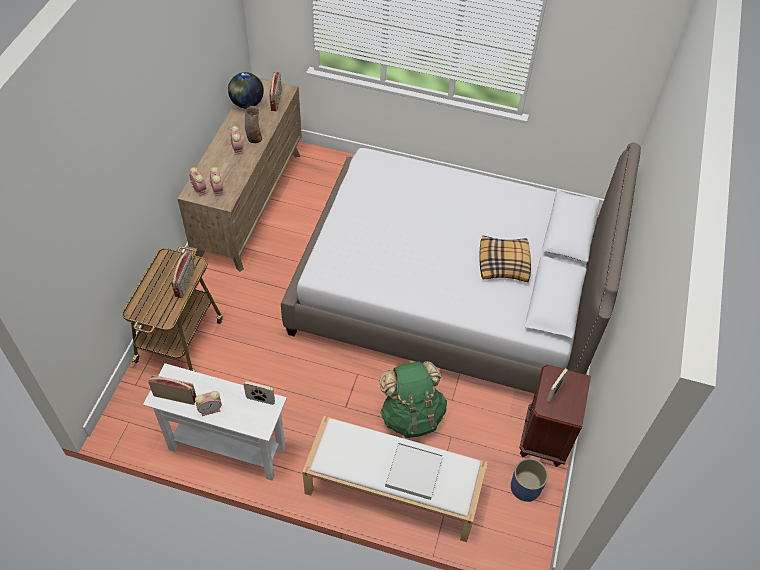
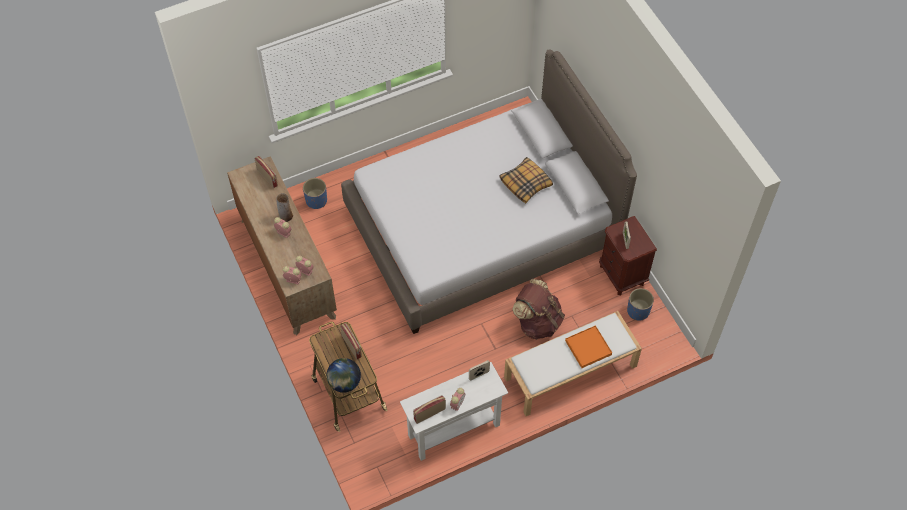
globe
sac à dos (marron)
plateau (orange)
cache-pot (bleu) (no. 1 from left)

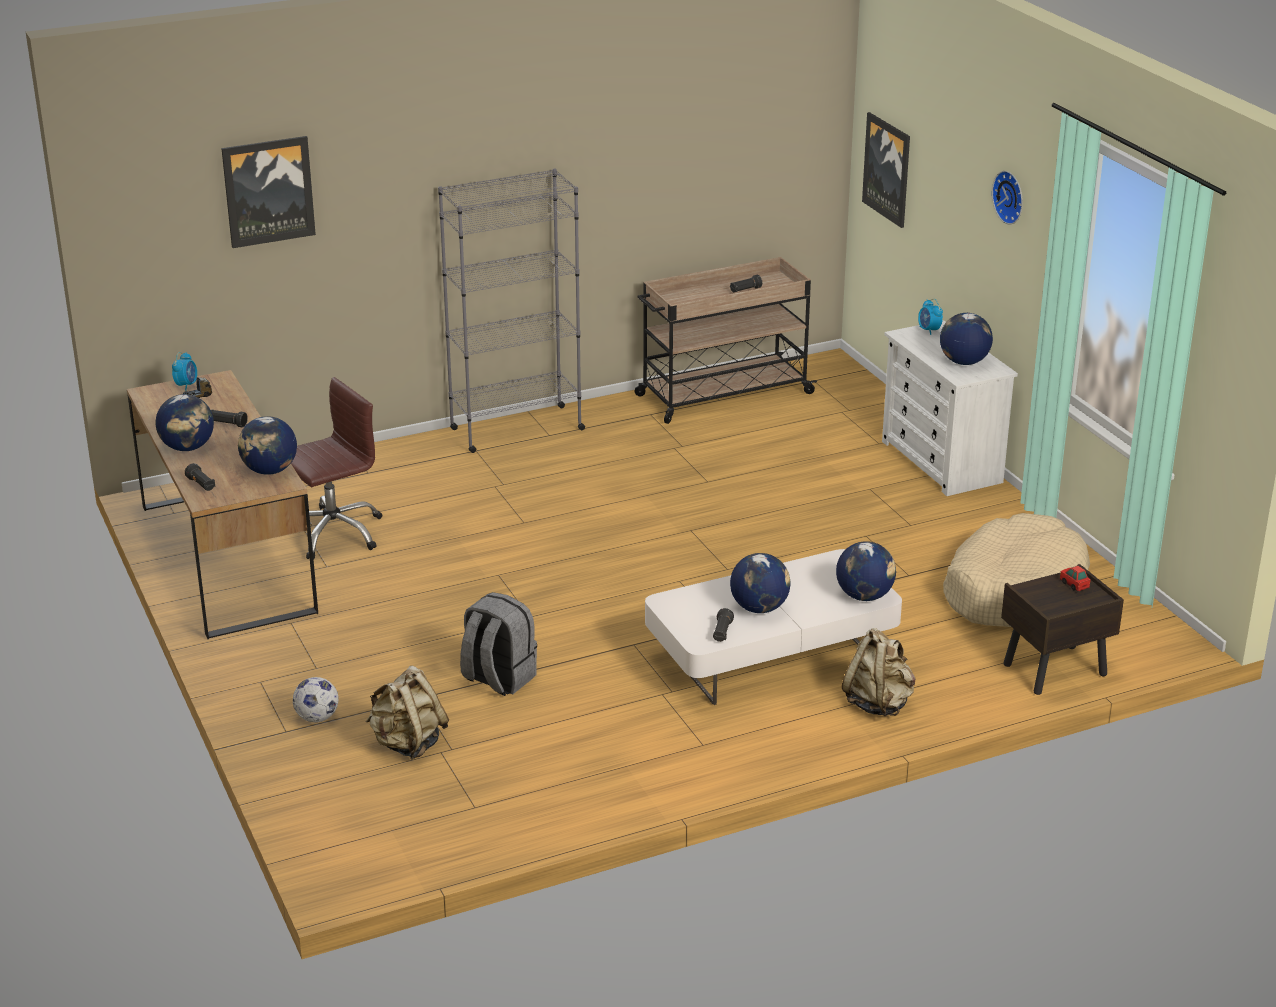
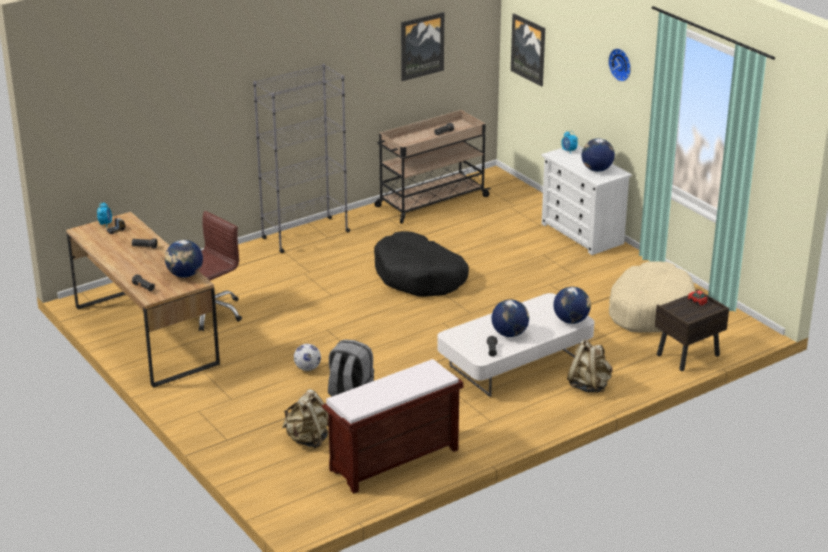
tableau (no. 1 from left)
globe (no. 1 from left in the first image)
ballon de foot
panier pour chien (noir)
banc (marron)

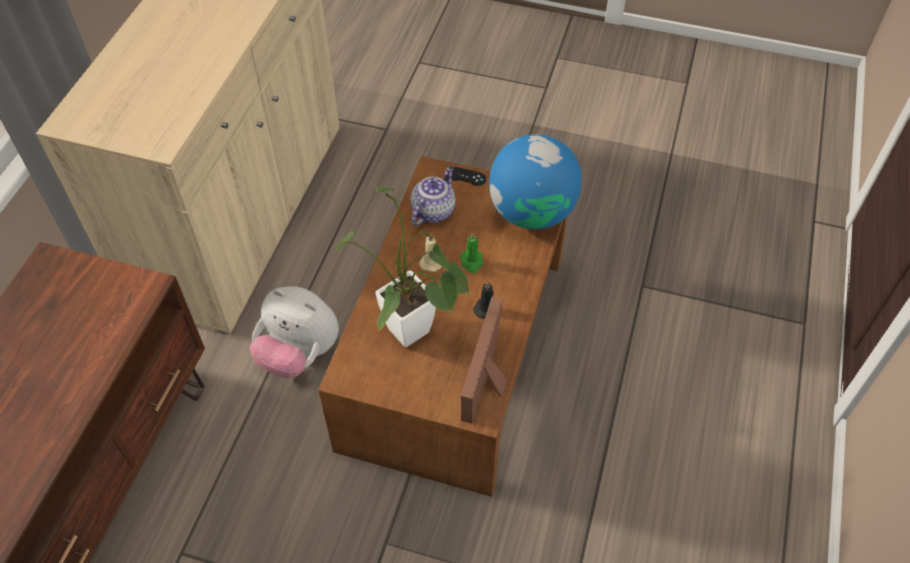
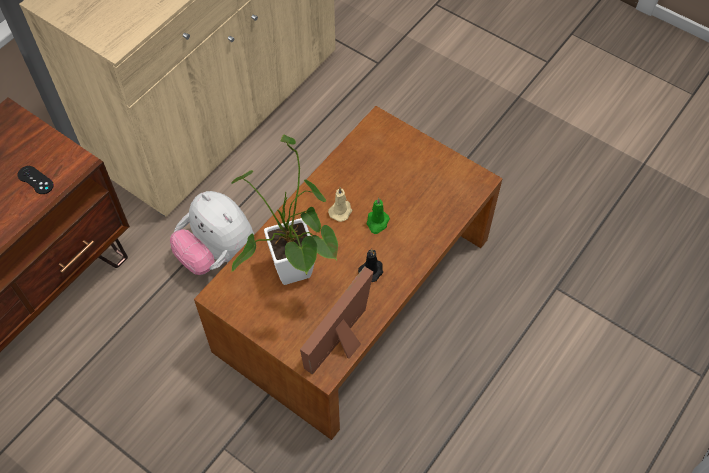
globe
théière
manette (noir)

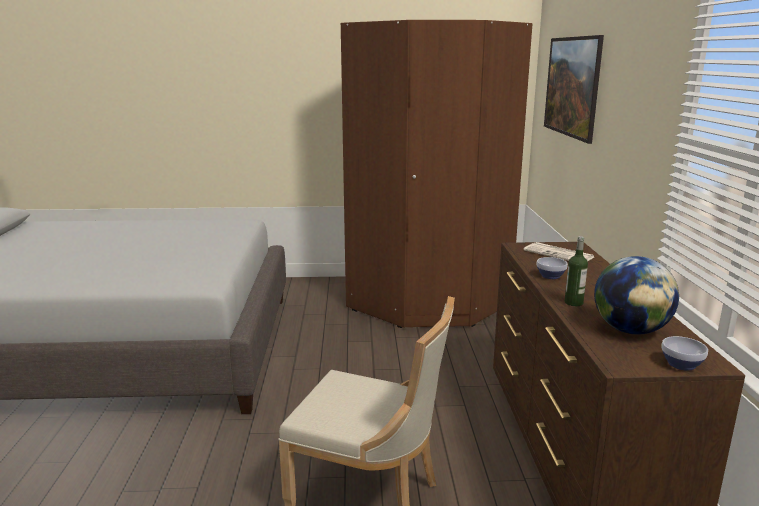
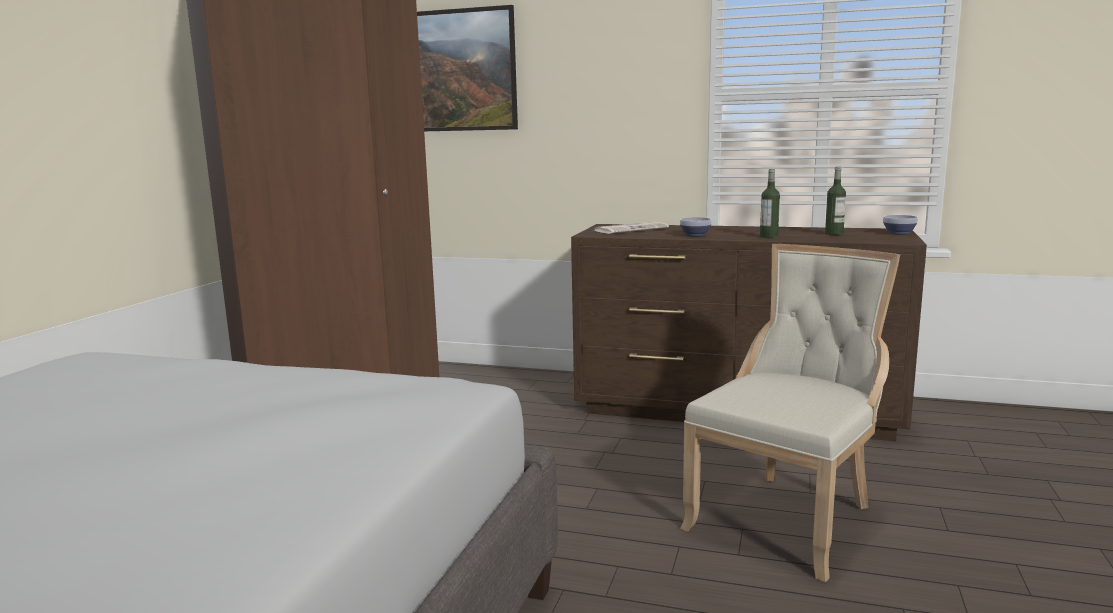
bouteille (no. 2 from left)

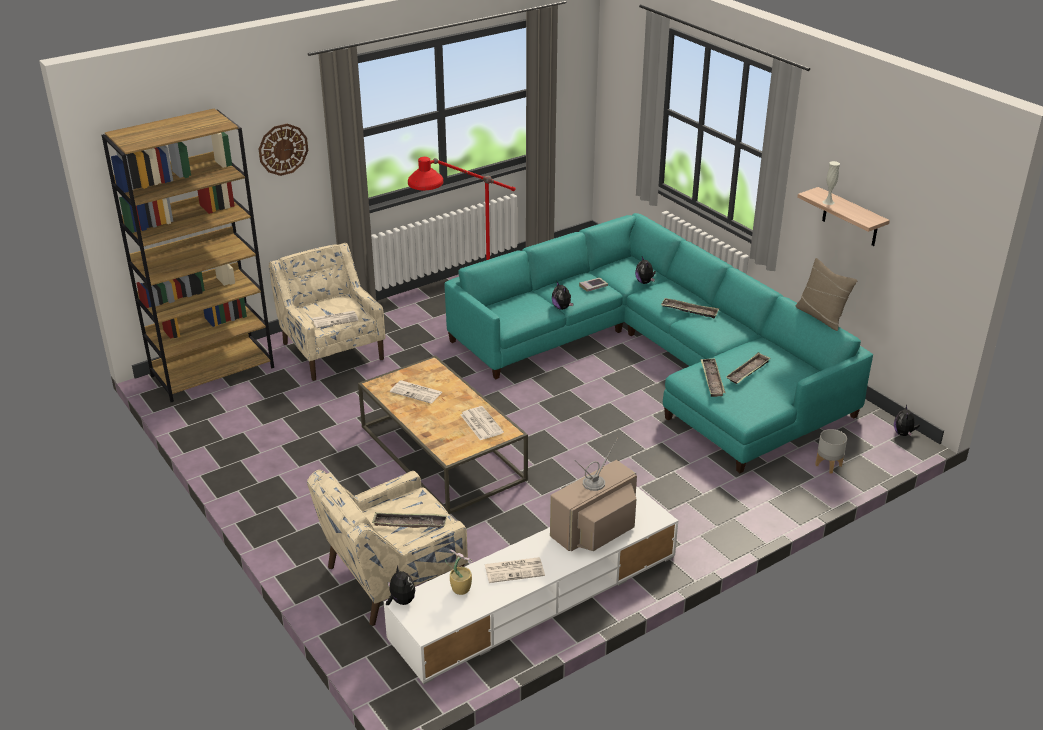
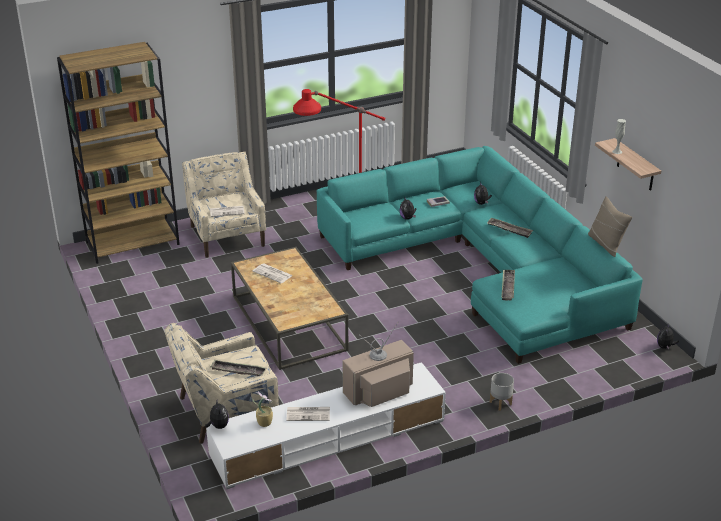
horloge murale
plateau (no. 4 from left in the first image)
journal (no. 3 from left in the first image)
cache-pot (gris)

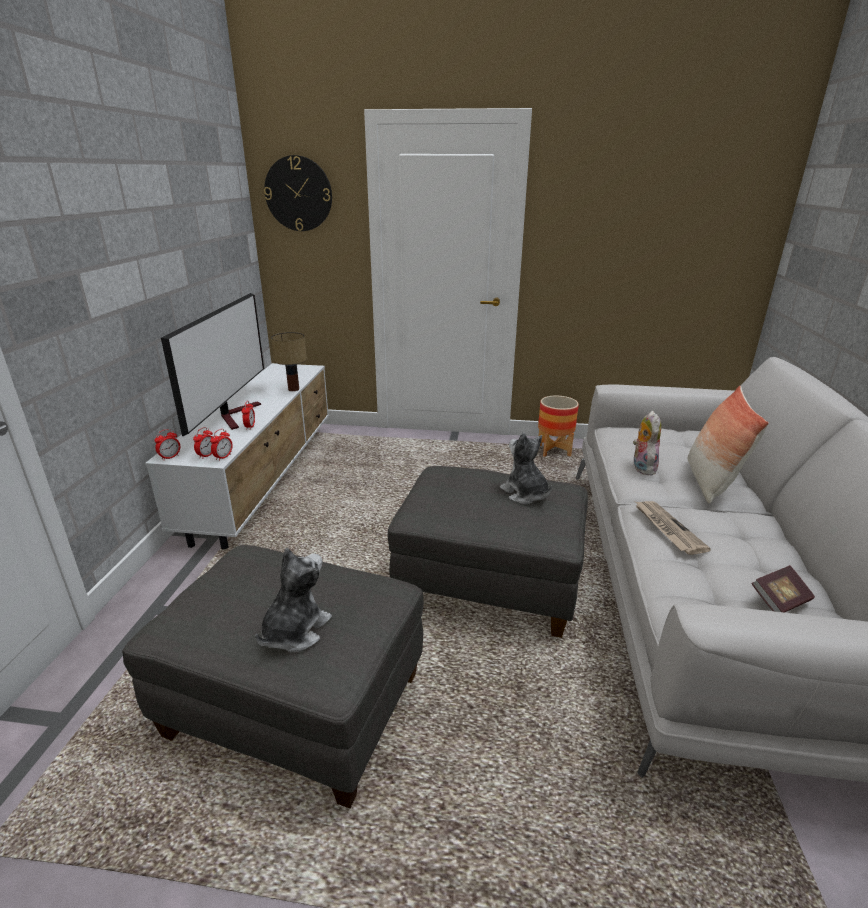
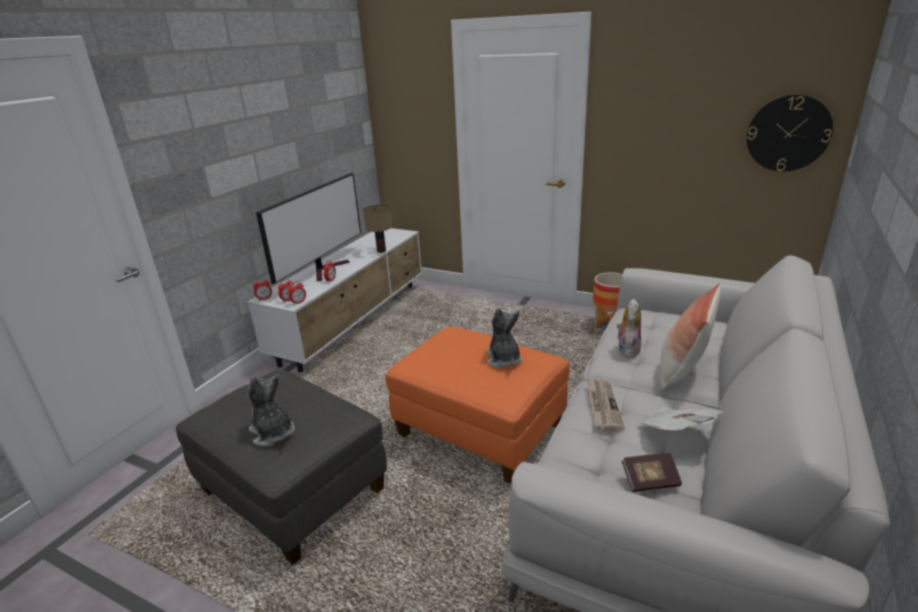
horloge murale
pouf (orange)
peluche (no. 1 from left)
journal (no. 2 from left)

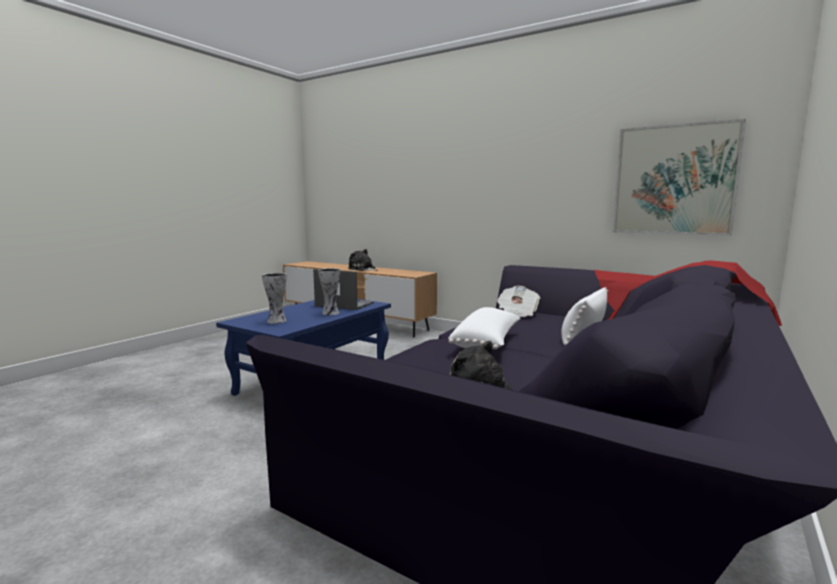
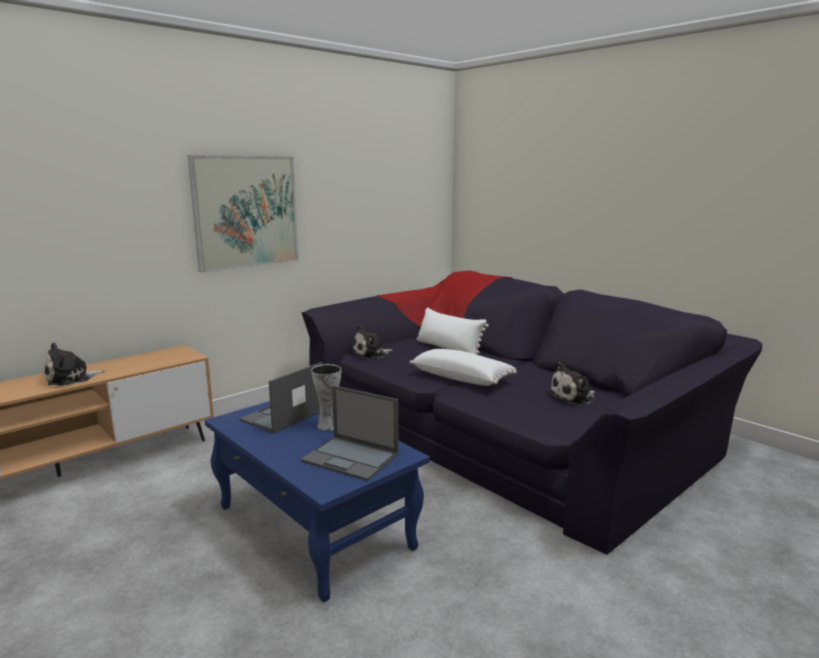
tableau
ordinateur portable (no. 2 from left)
peluche (no. 2 from left)

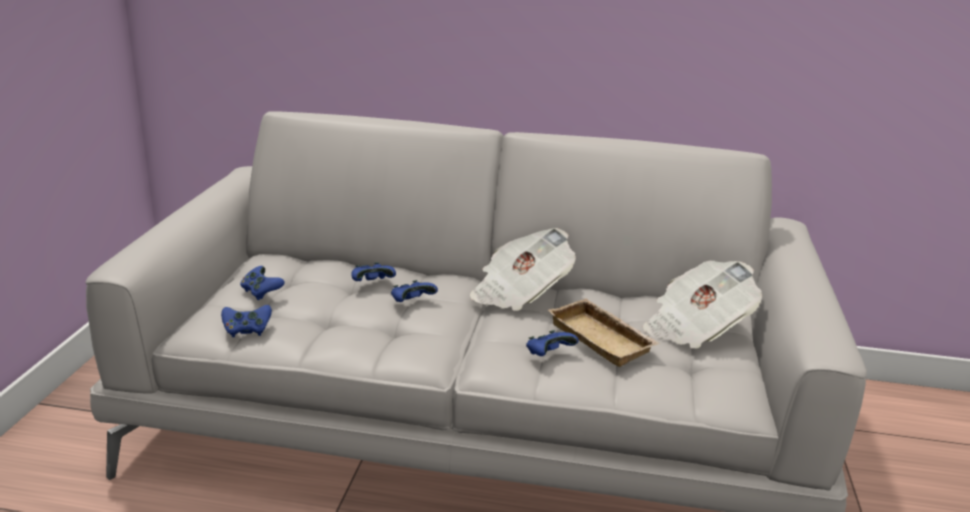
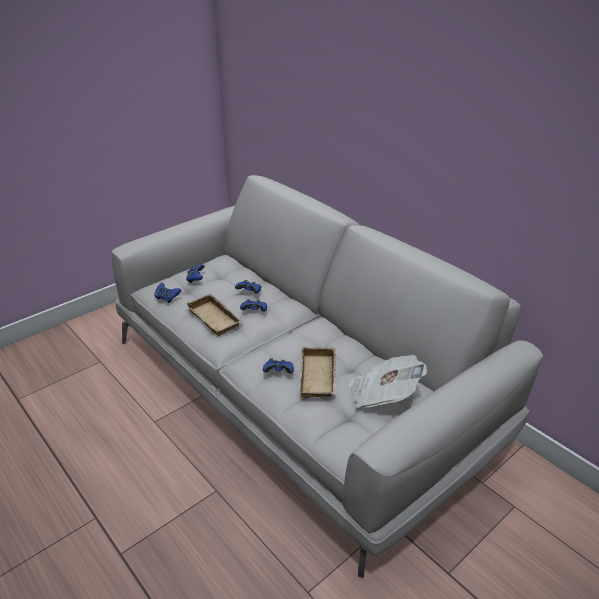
journal (no. 1 from left in the first image)
plateau (beige) (no. 1 from left)

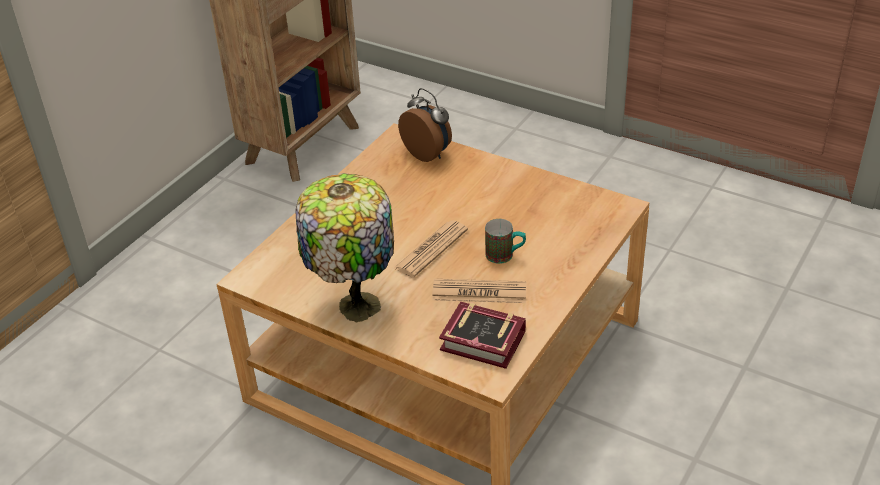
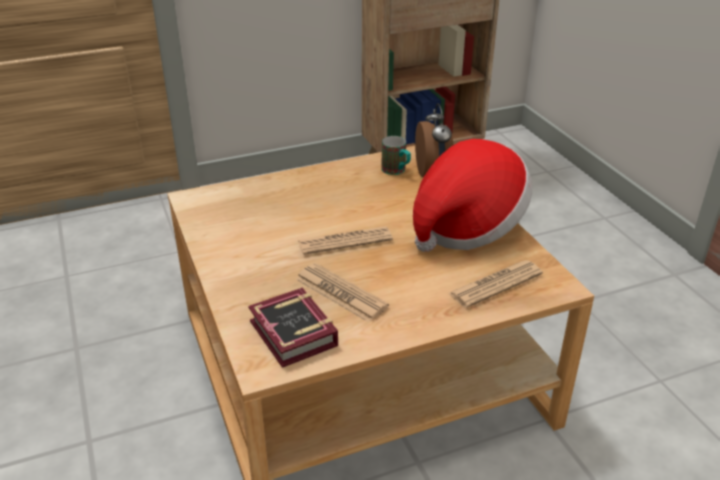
lampe de table
mug
chapeau
journal (no. 3 from left)

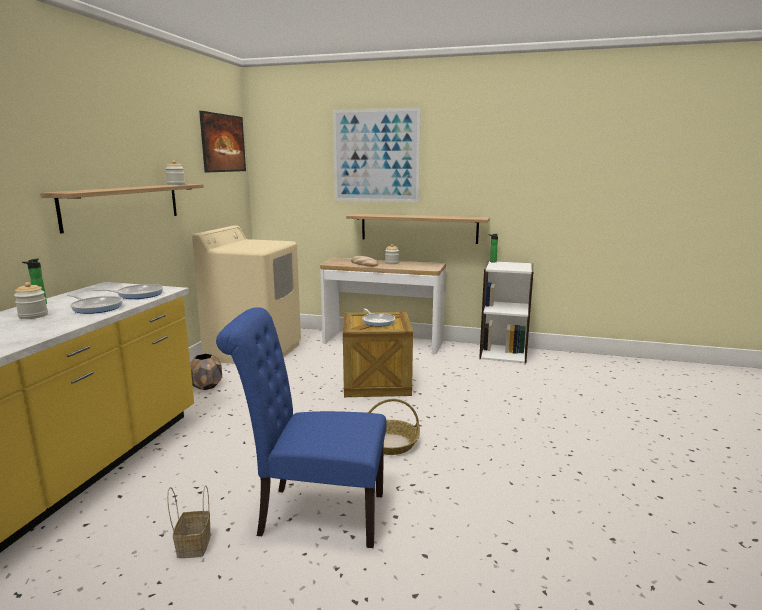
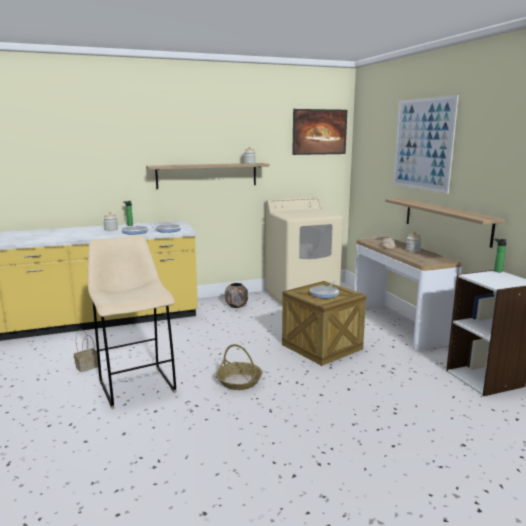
tabouret (beige)

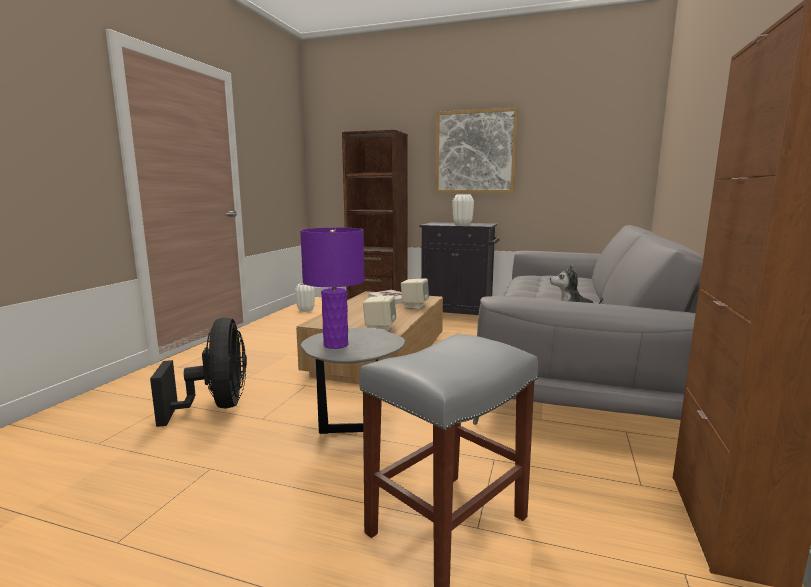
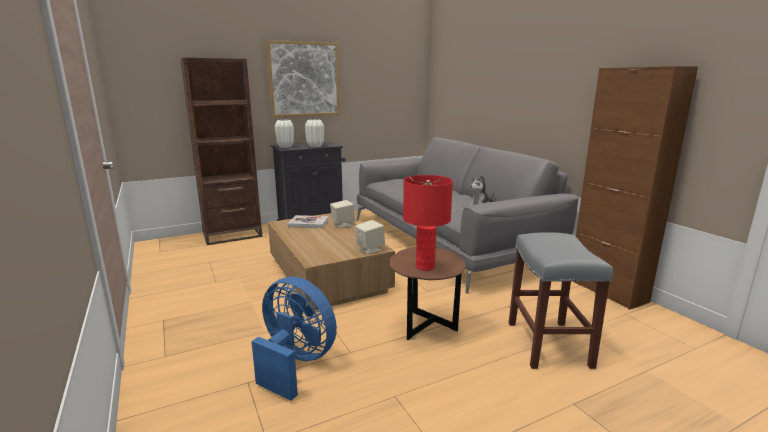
lampe de table (rouge)
vase (blanc) (no. 1 from left)
ventilateur (bleu)
table d'appoint (marron)

